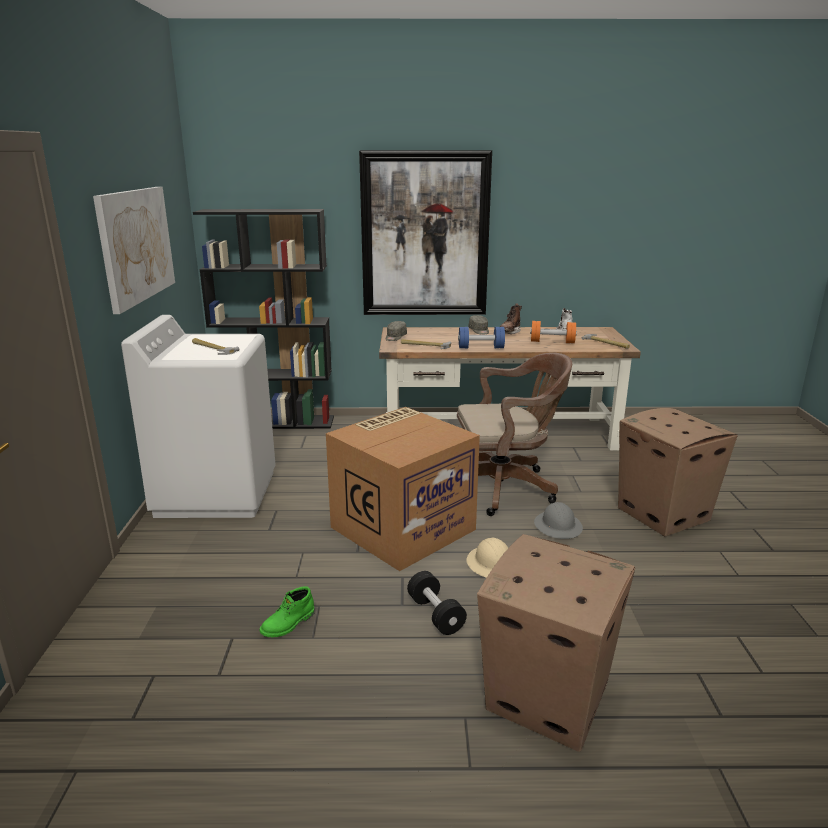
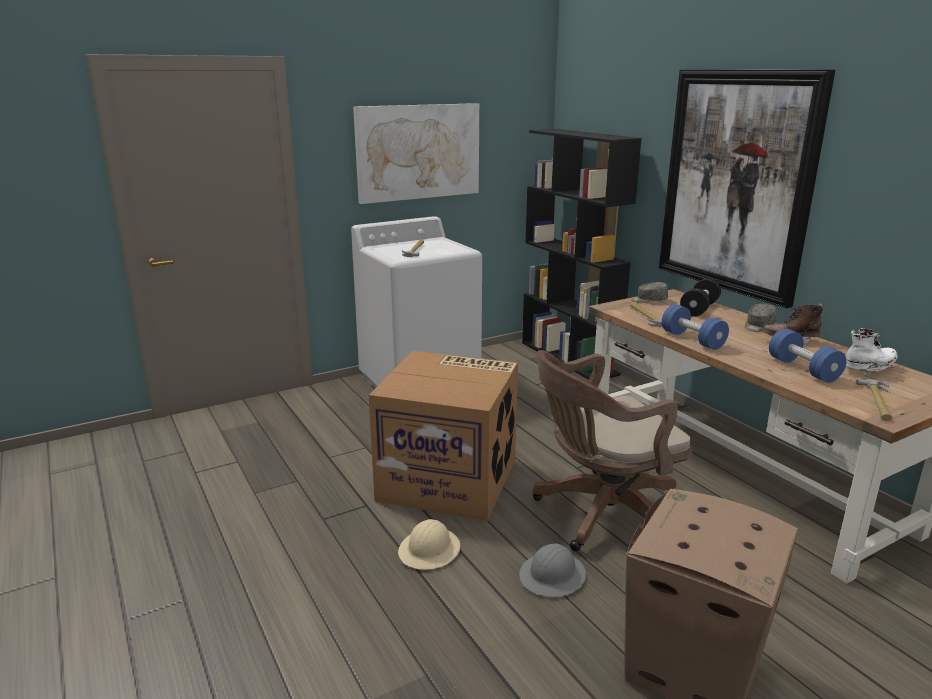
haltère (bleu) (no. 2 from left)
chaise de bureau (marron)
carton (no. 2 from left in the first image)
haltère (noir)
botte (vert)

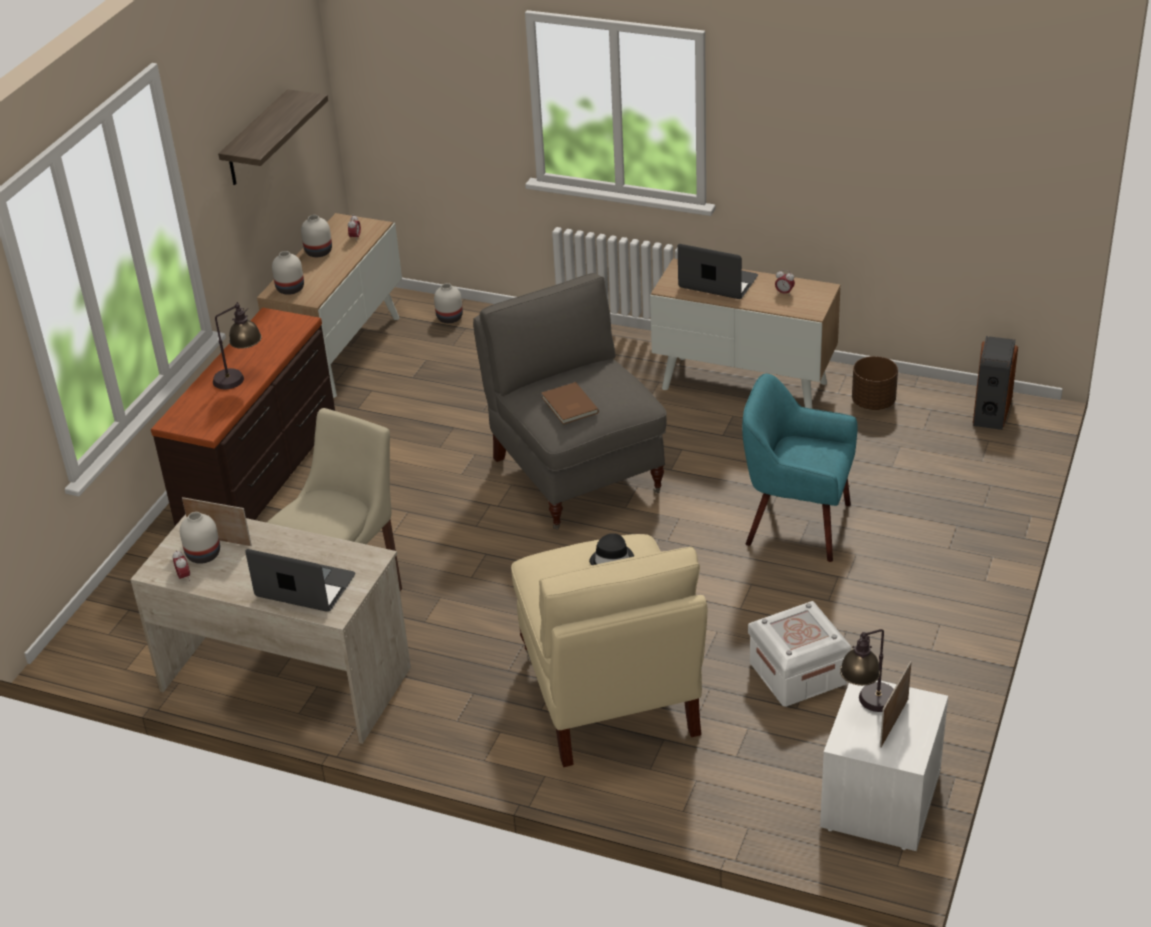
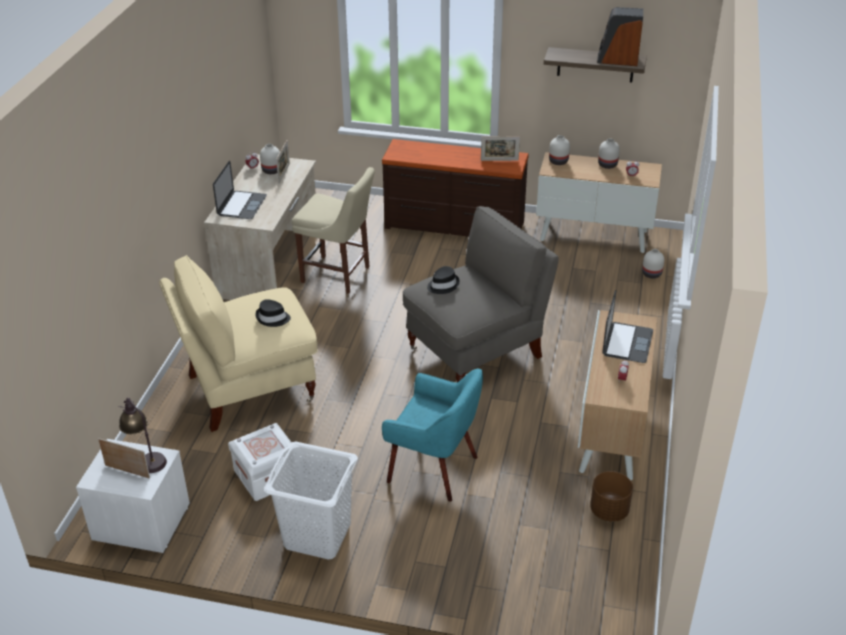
lampe de table (no. 1 from left in the first image)
enceinte
fauteuil (turquoise)
chapeau (noir) (no. 2 from left)
cadre photo (no. 3 from left)
panier à linge (blanc)

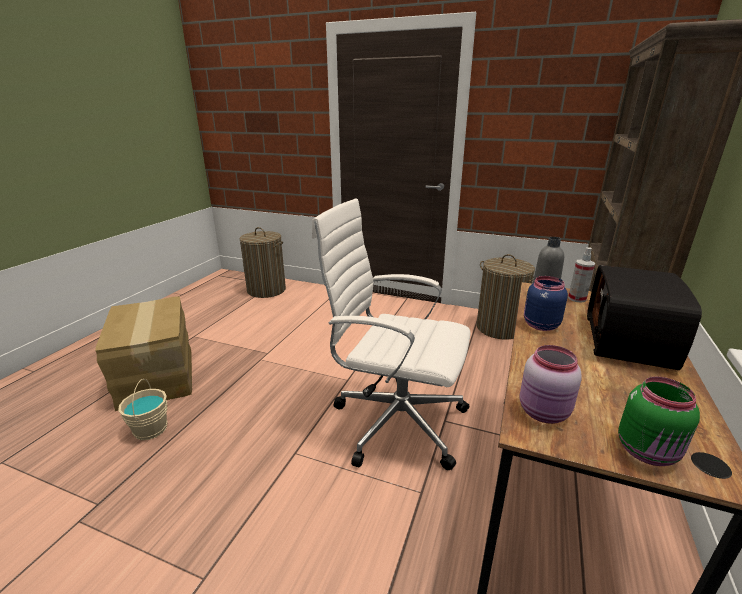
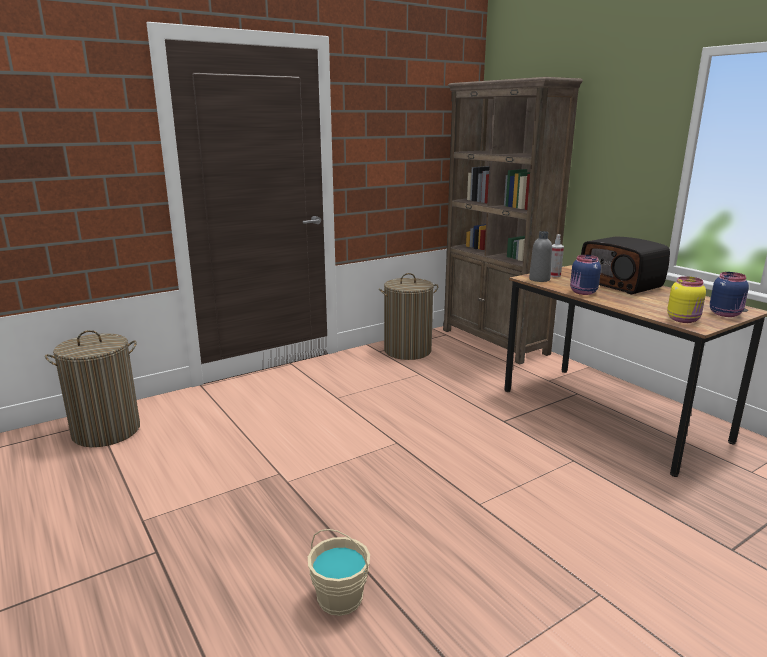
chaise de bureau (blanc)
carton
bocal (jaune)
bocal (bleu) (no. 2 from left)

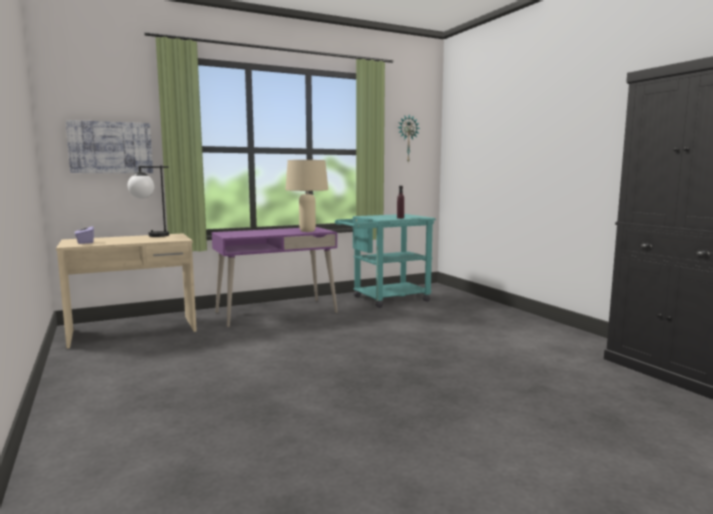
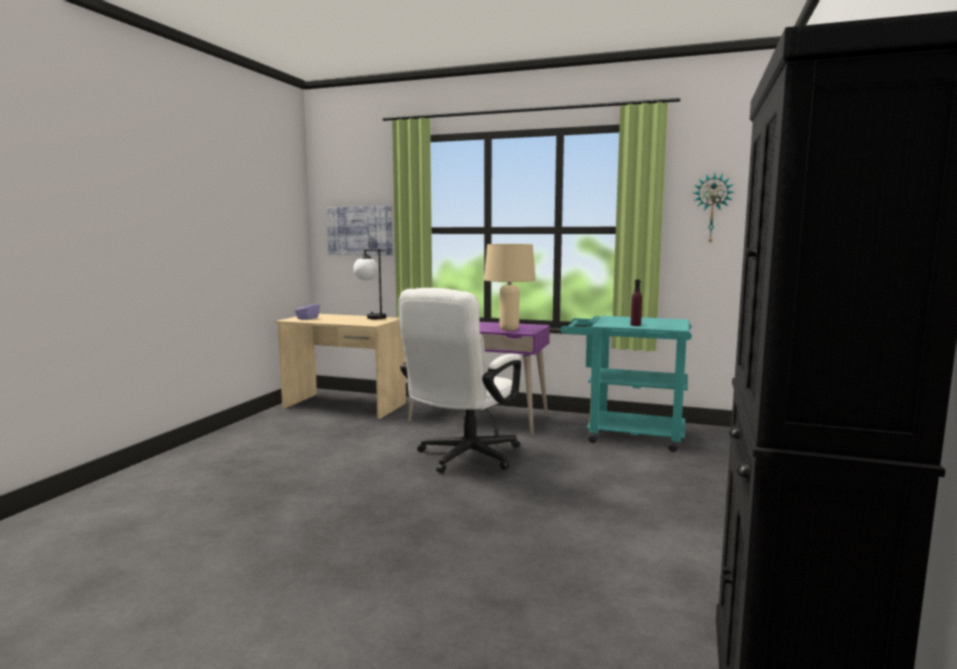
chaise de bureau (blanc)

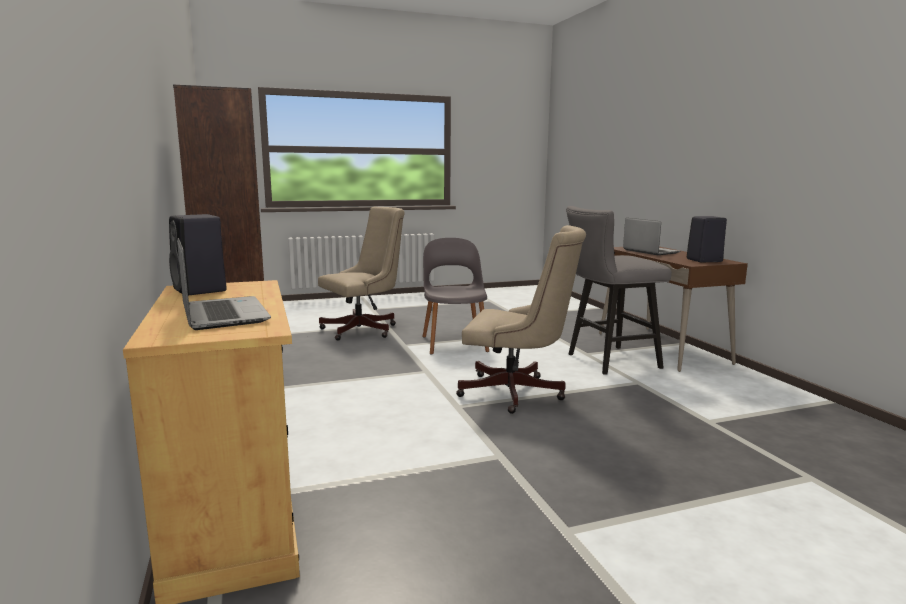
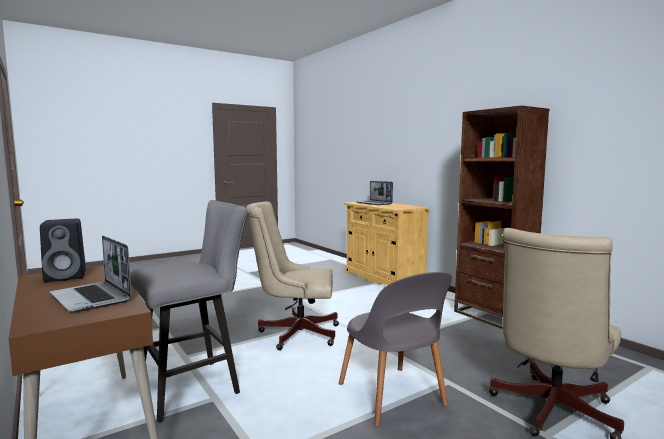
enceinte (noir) (no. 1 from left in the first image)

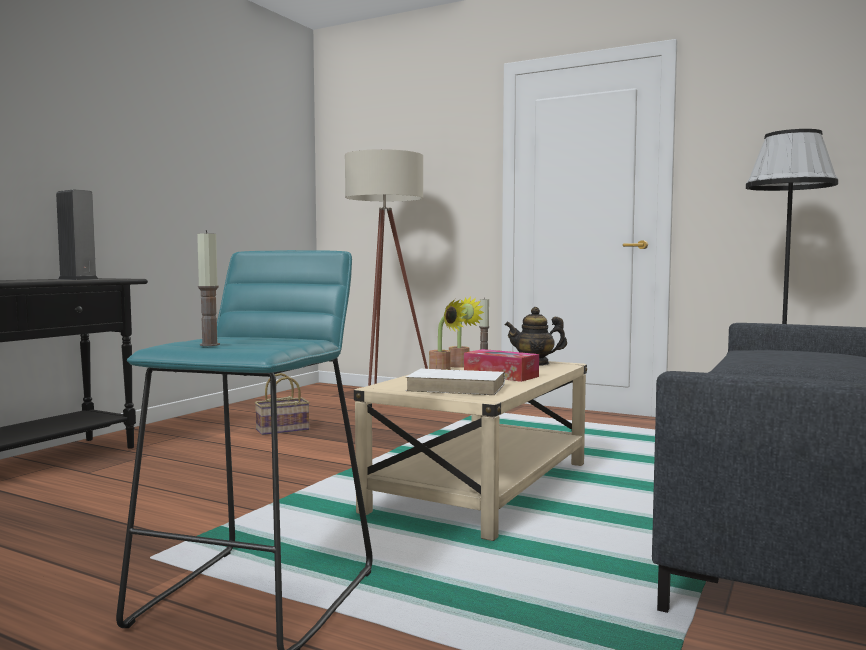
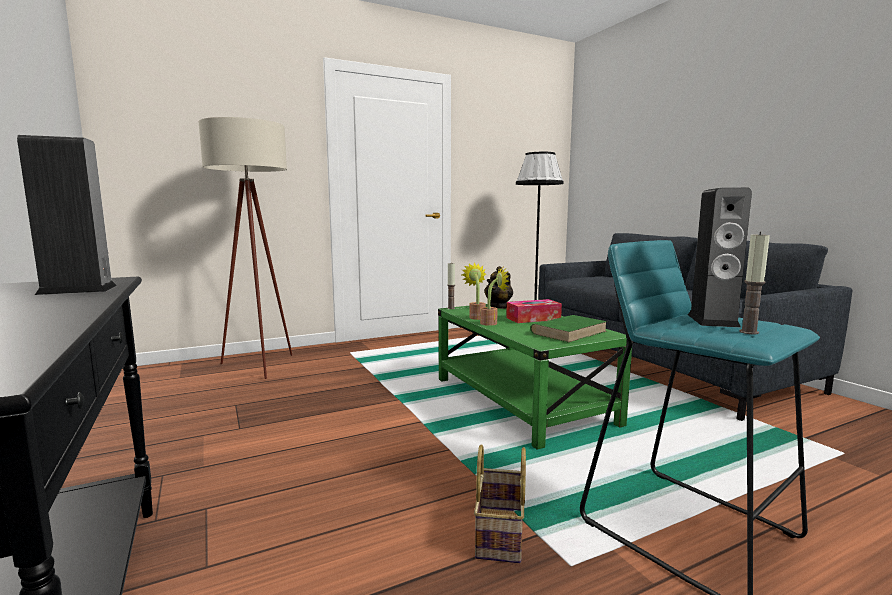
table basse (vert)
livre (vert)
panier
enceinte (no. 2 from left)

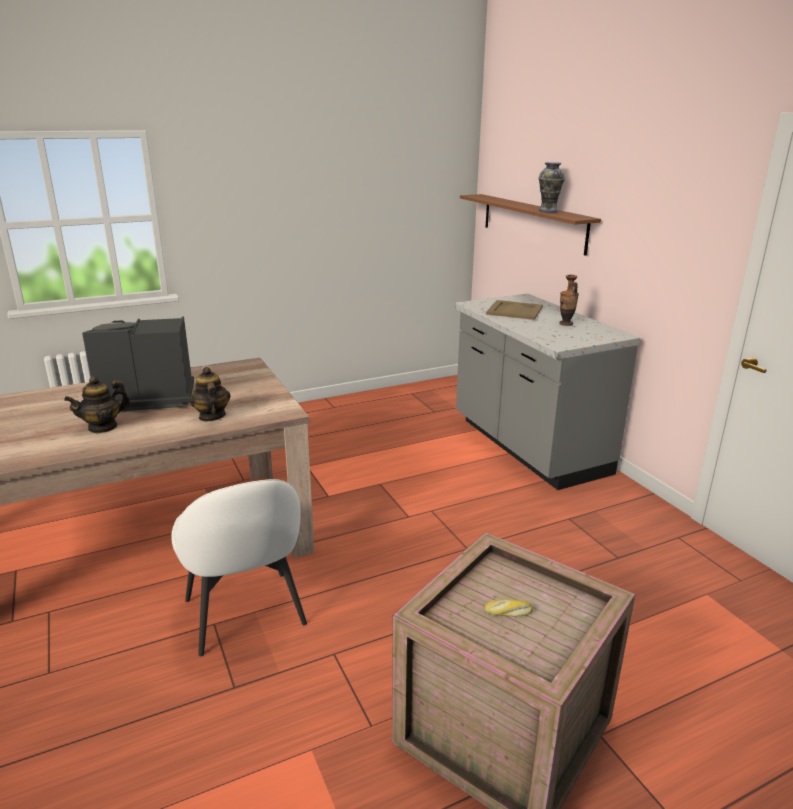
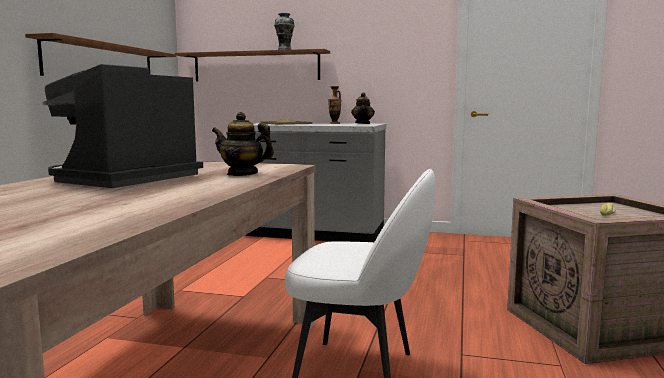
théière (no. 2 from left)
étagère (marron) (no. 1 from left)

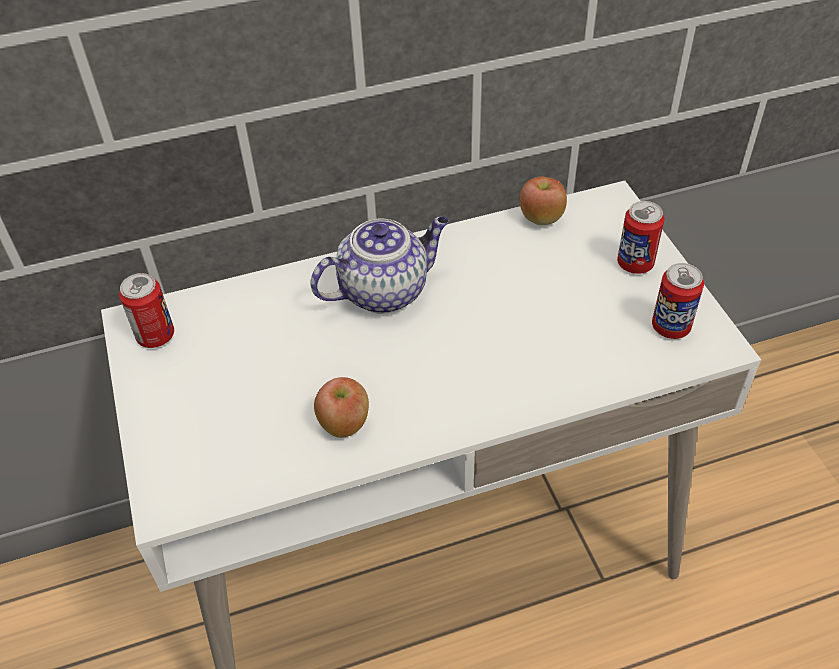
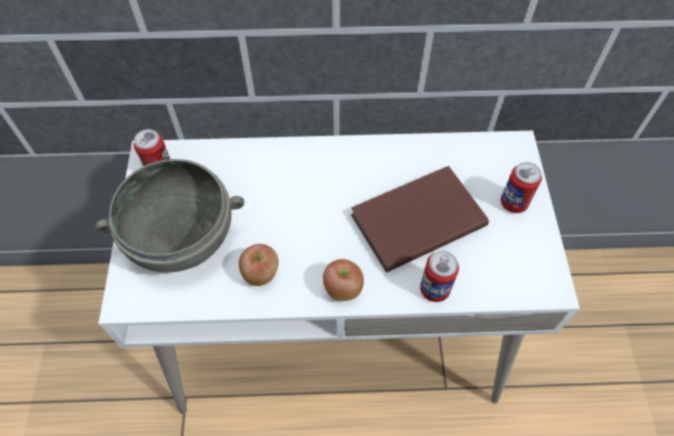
pomme (no. 2 from left)
théière
boîte métallique (no. 2 from left)
bol (gris)
livre (marron)

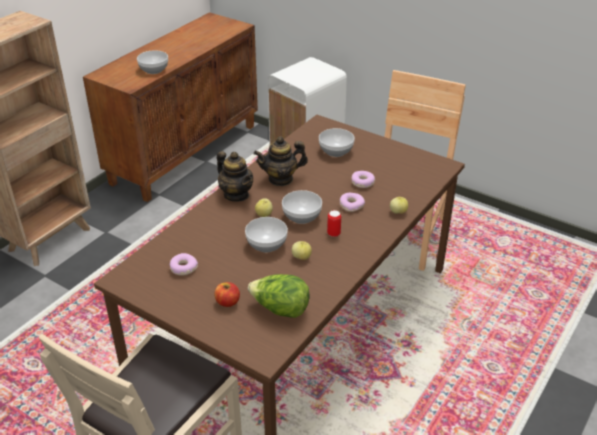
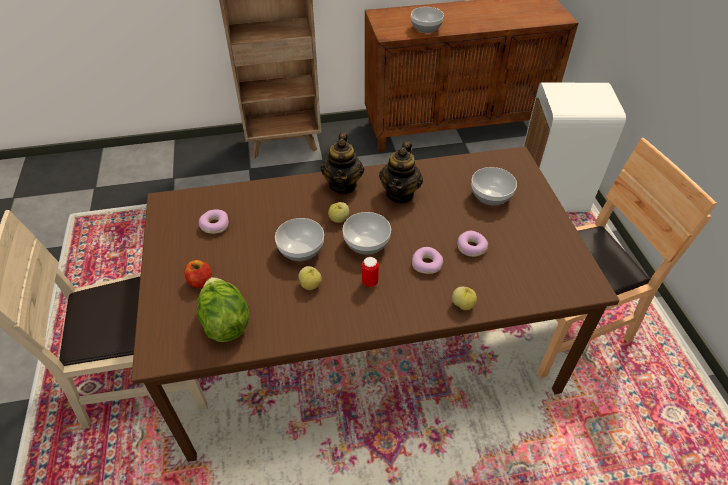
théière (no. 2 from left)

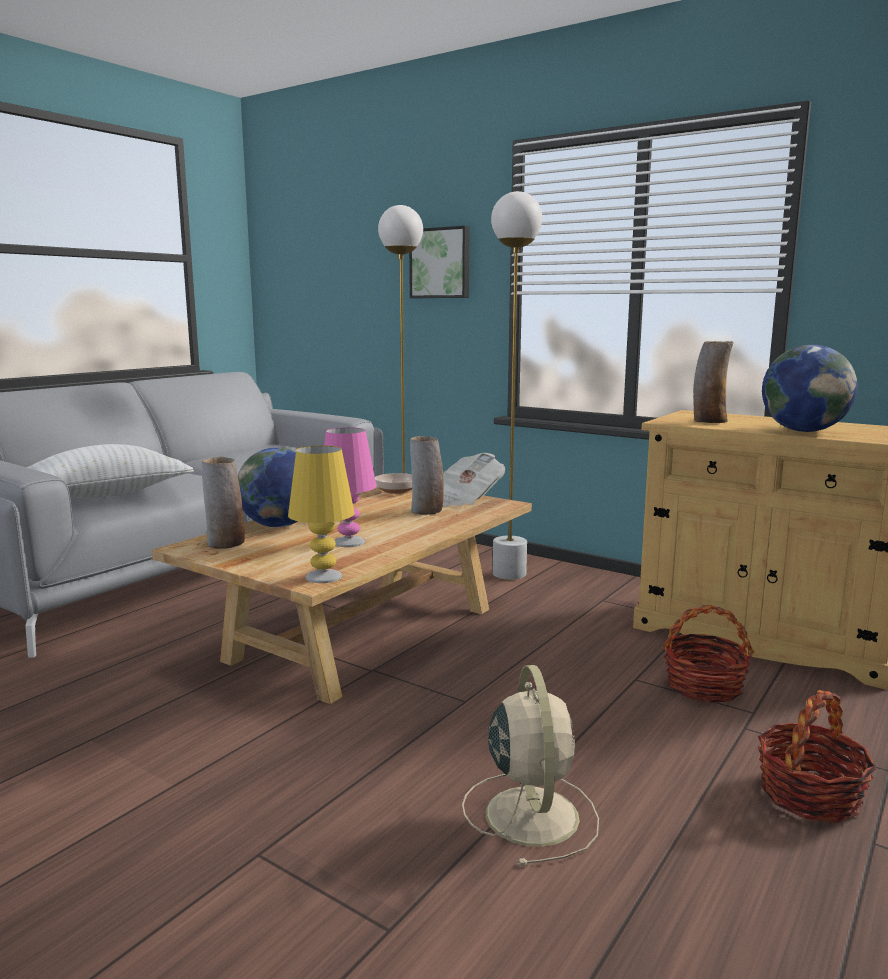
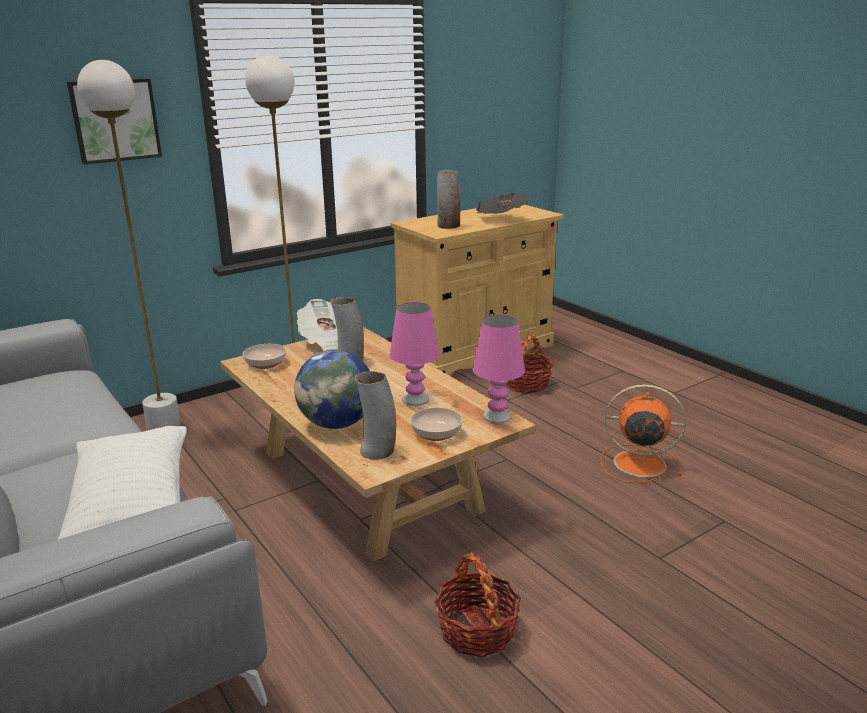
journal (no. 2 from left)
lampe de table (rose) (no. 2 from left)
ventilateur (orange)
panier (no. 1 from left)
bol (no. 2 from left)

